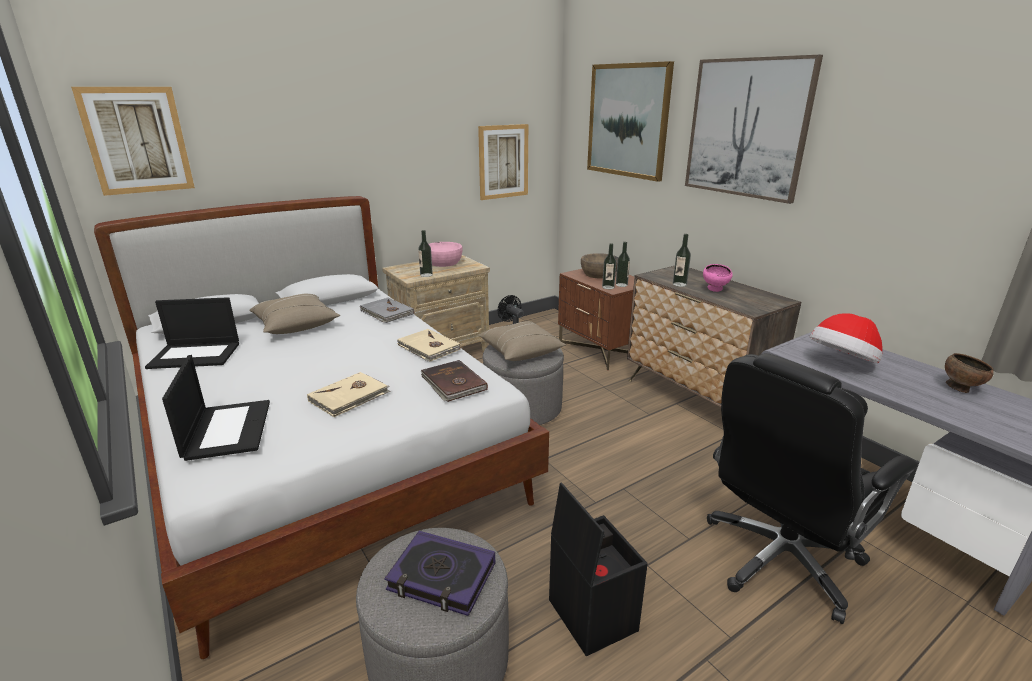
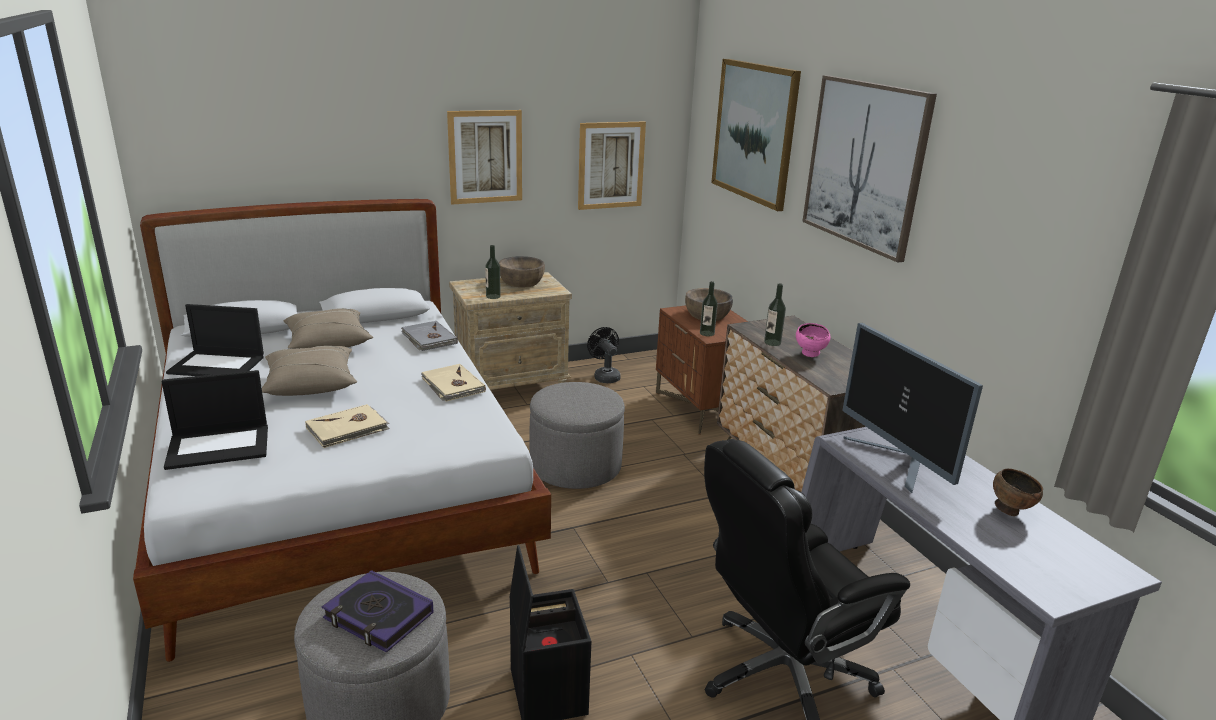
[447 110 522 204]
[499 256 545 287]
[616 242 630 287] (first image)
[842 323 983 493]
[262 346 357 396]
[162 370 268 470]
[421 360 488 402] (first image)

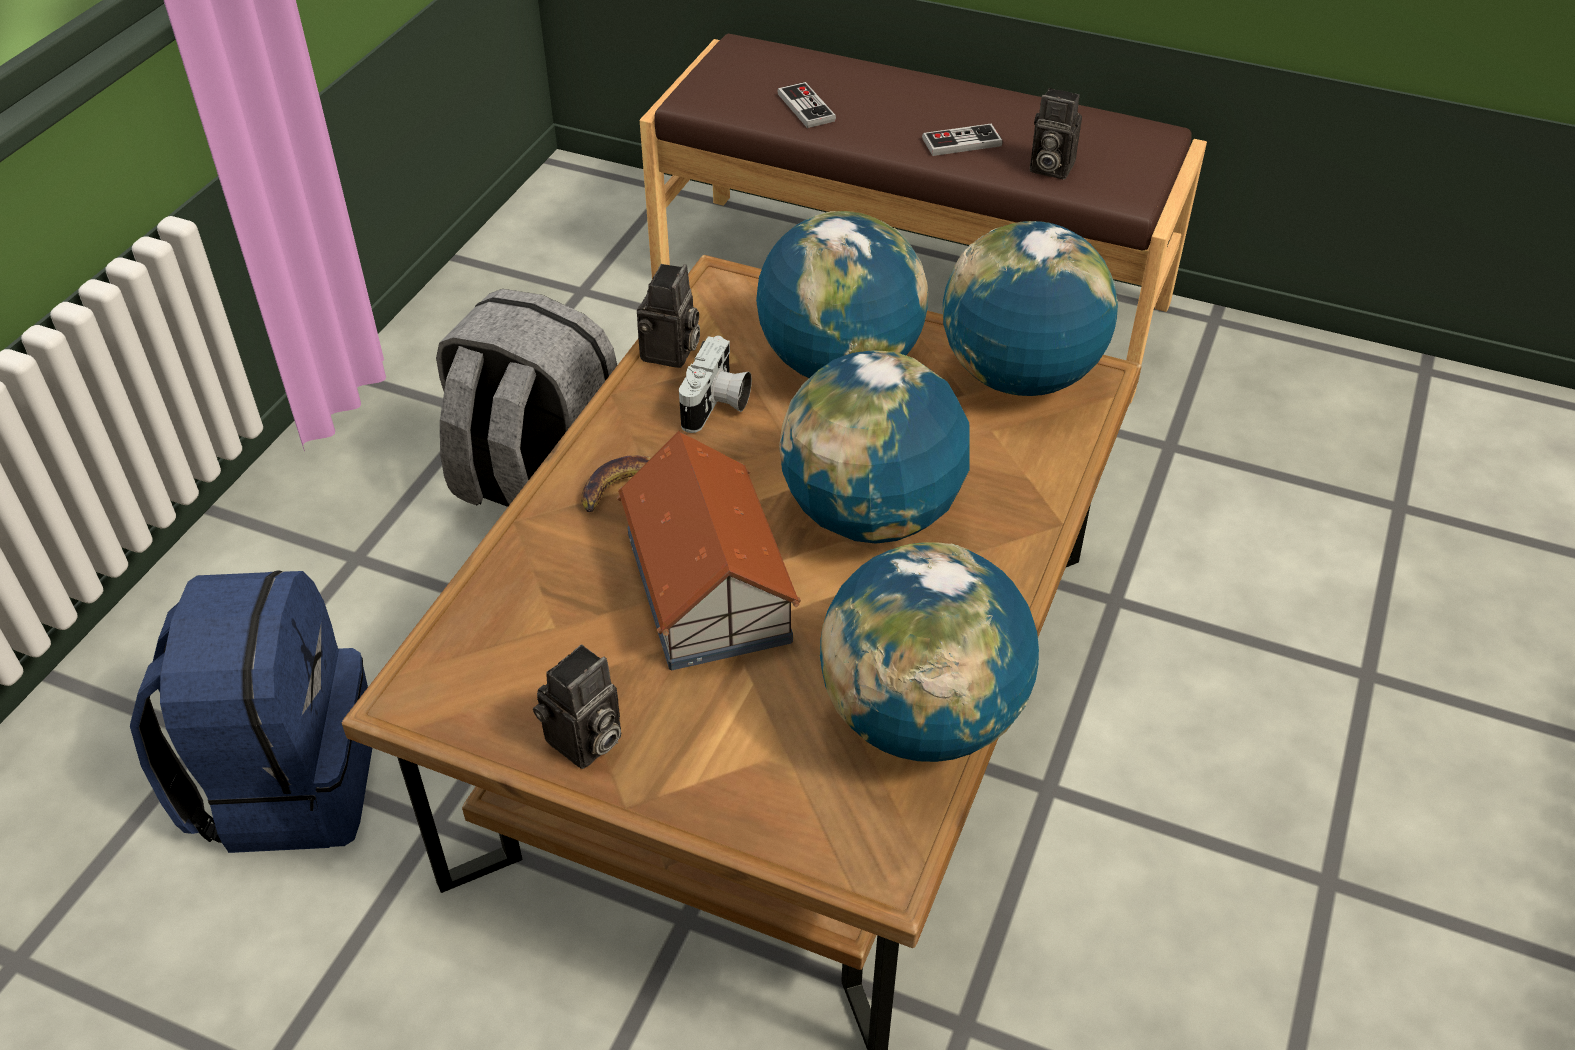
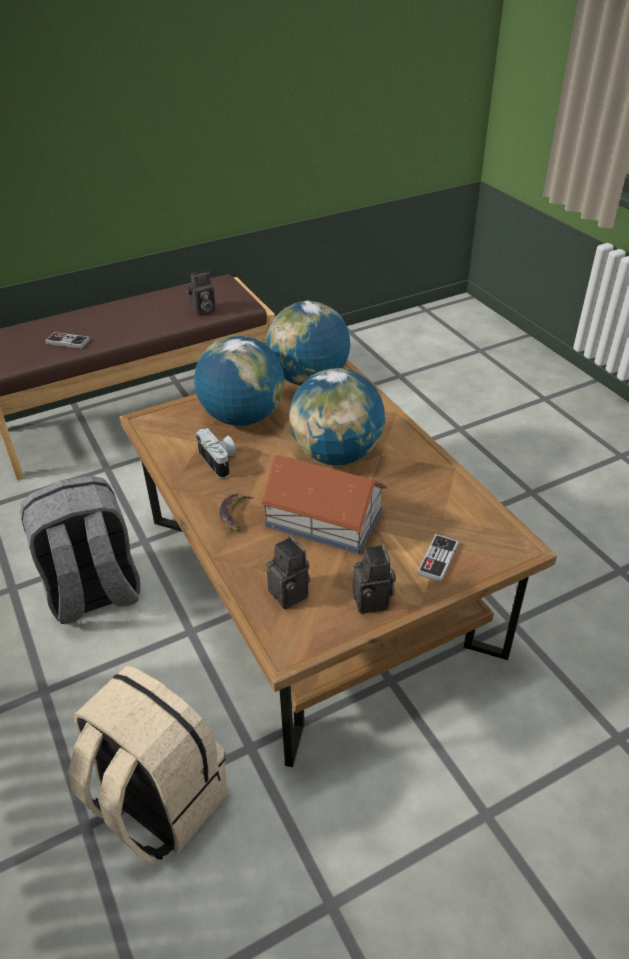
[417 534 459 583]
[267 535 310 609]
[820 542 1039 762] (first image)
[68 666 227 864]

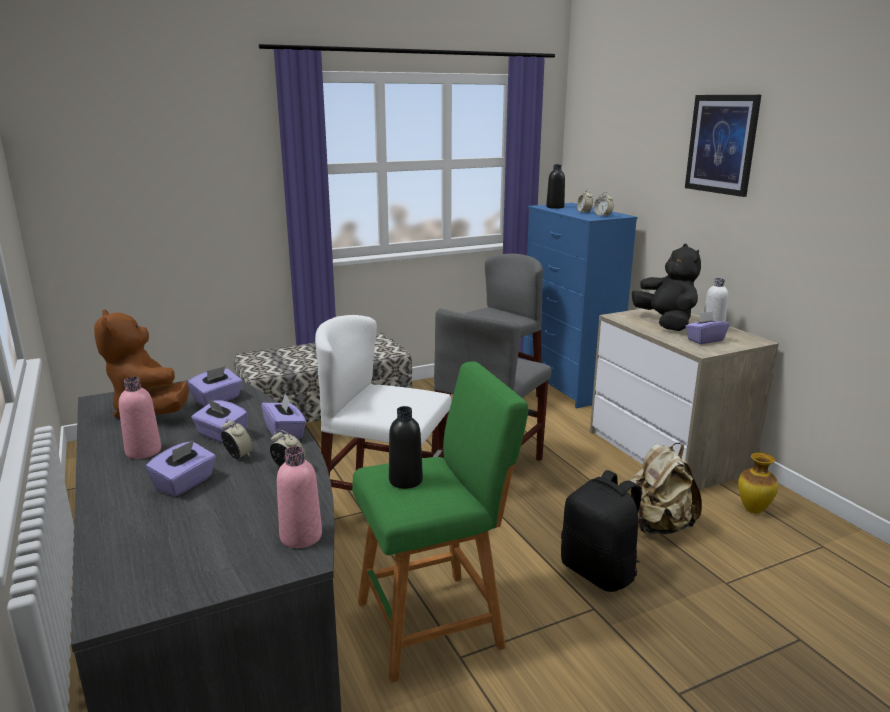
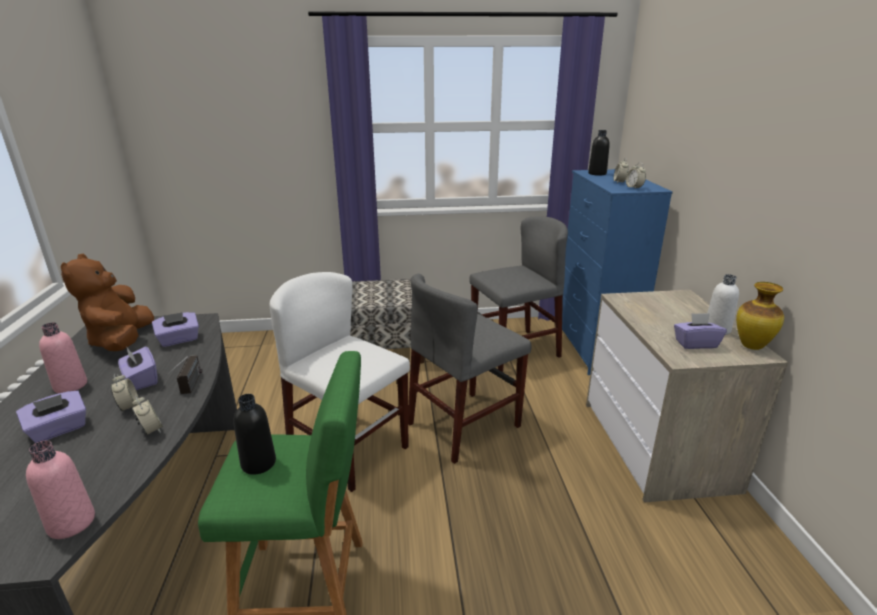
[685 95 761 197] (first image)
[632 244 701 331] (first image)
[166 355 202 394]
[627 443 702 534] (first image)
[736 282 784 350]
[561 470 642 592] (first image)

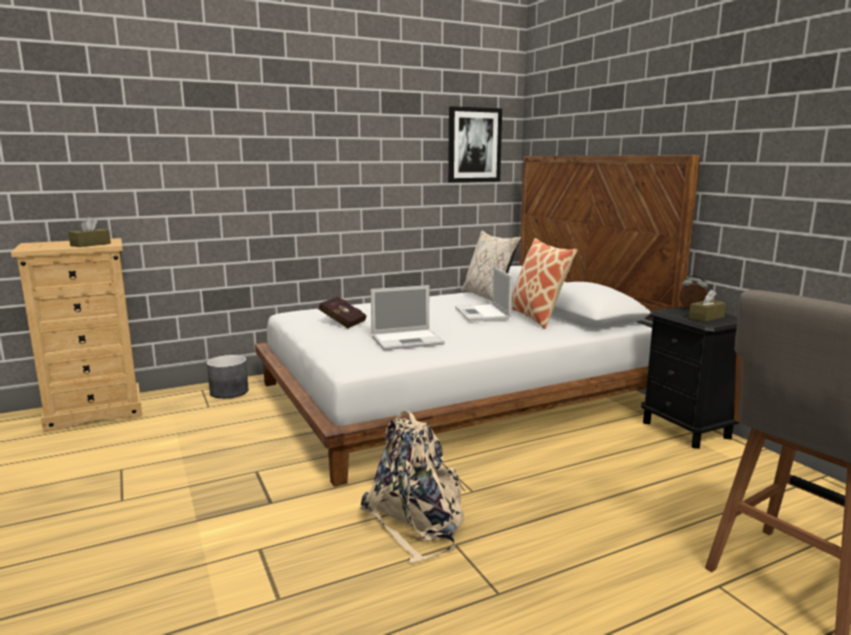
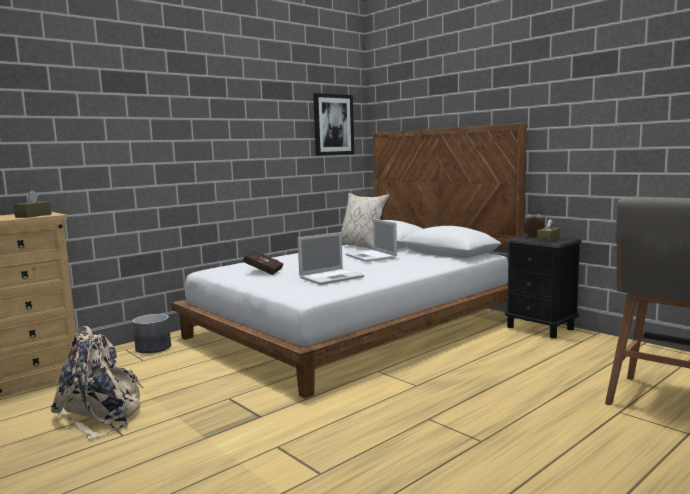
[511 238 577 329] (first image)
[51 326 144 440]

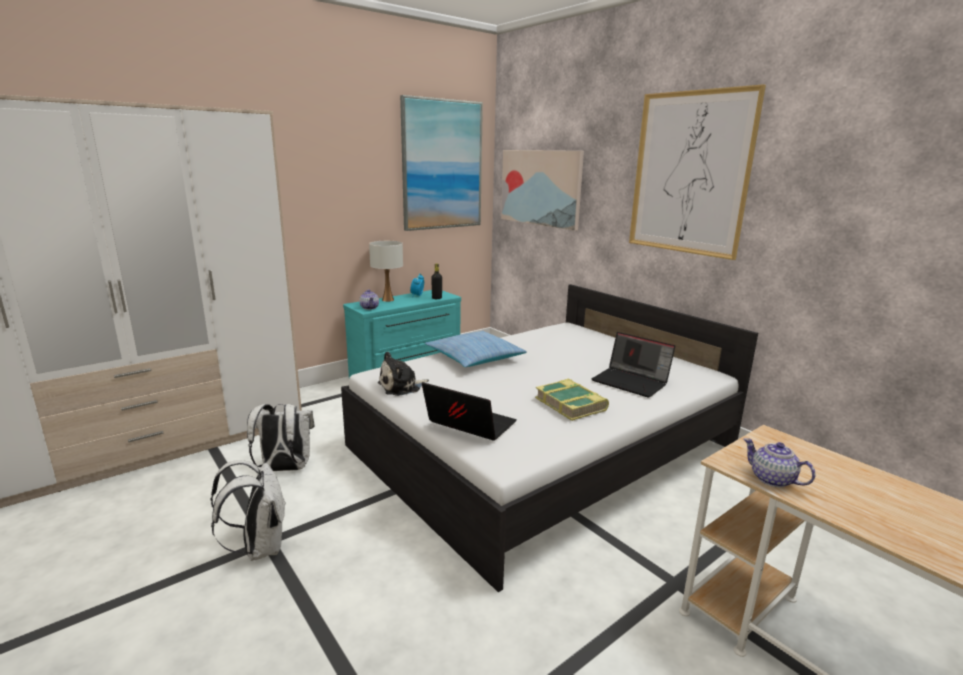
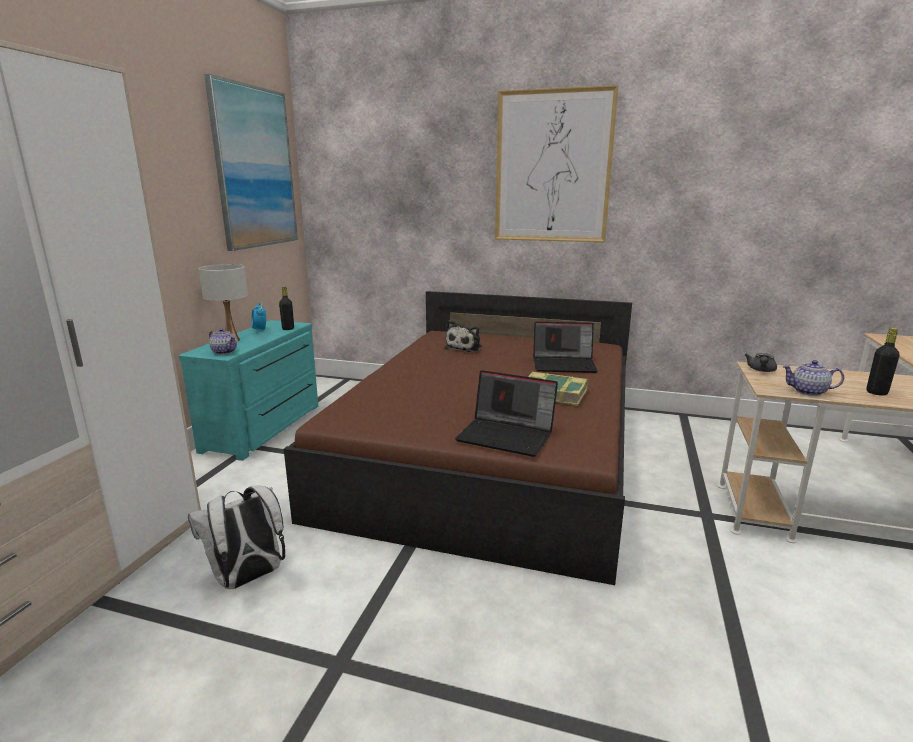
[501 150 584 231] (first image)
[284 291 632 585]
[425 331 527 367] (first image)
[444 320 482 352]
[455 370 558 457]
[210 460 286 561] (first image)
[866 328 900 396]
[745 353 777 372]

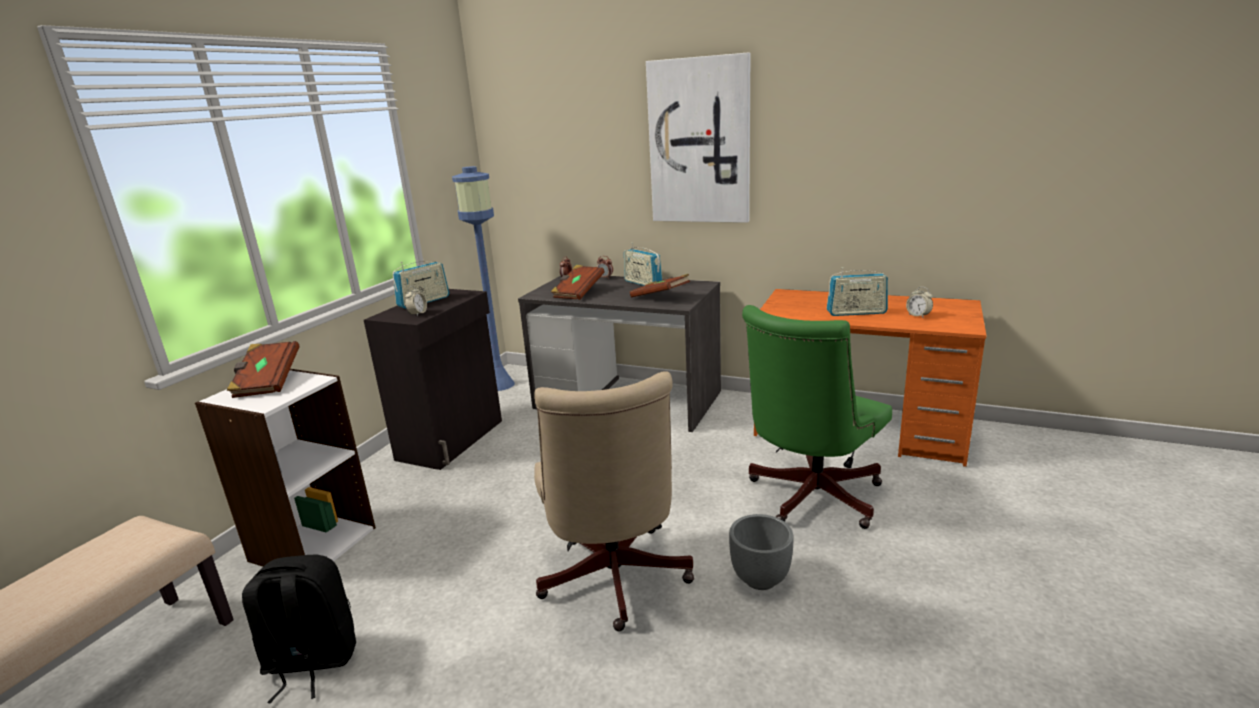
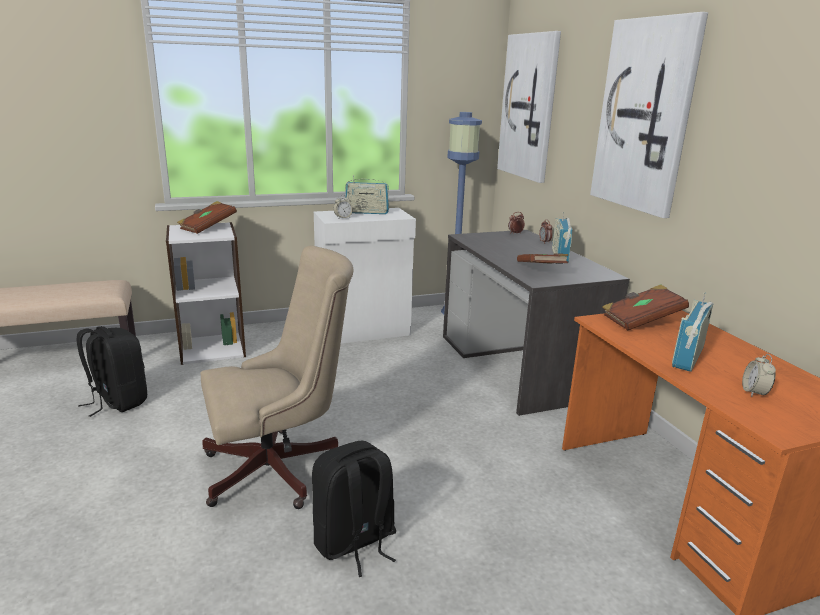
[602 284 689 331]
[672 293 714 372]
[314 208 416 343]
[742 305 892 529] (first image)
[201 246 354 509]
[312 441 396 577]
[497 31 561 183]

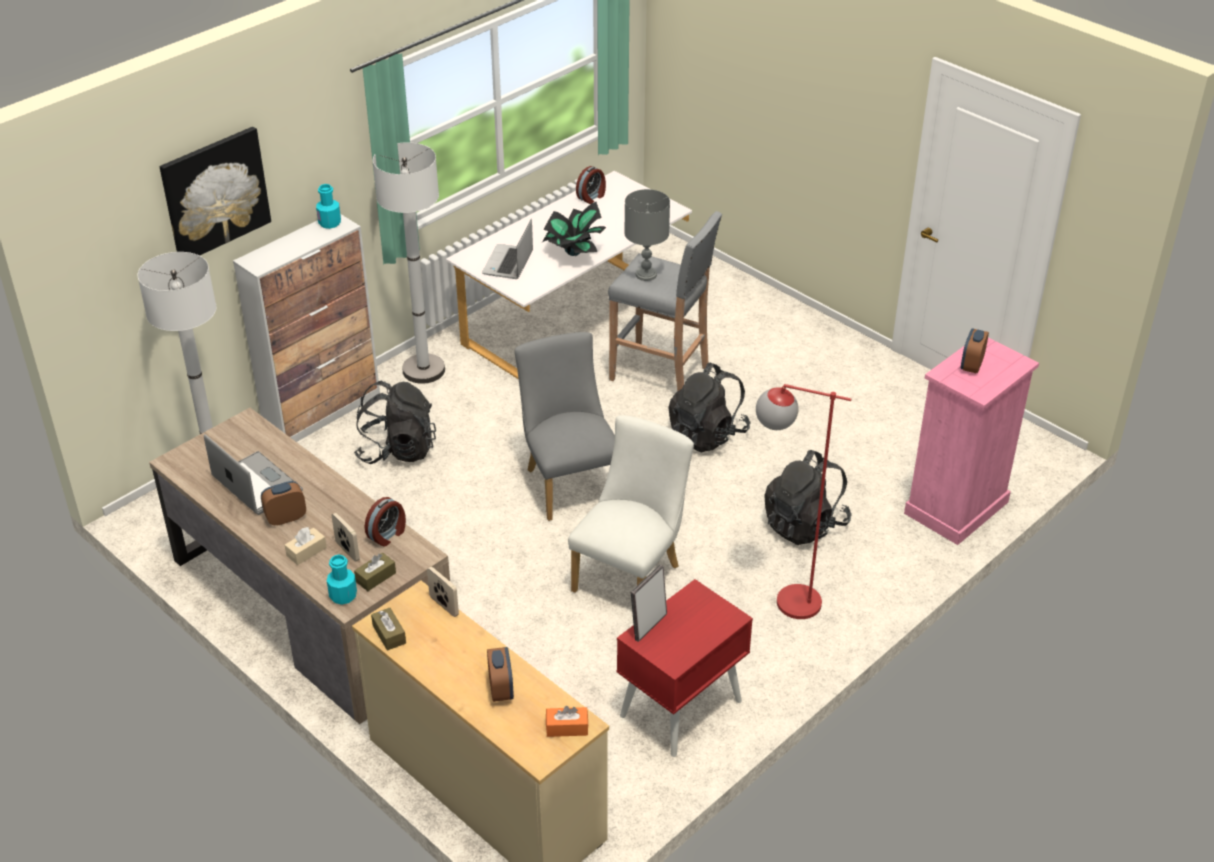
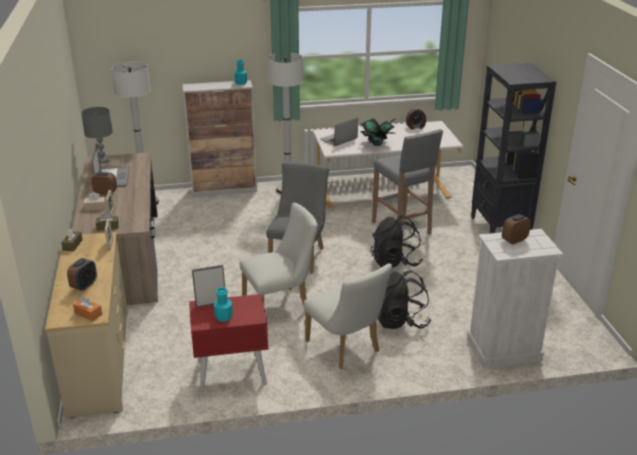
[160 127 271 256] (first image)
[81 107 113 163]
[467 229 563 368]
[354 380 436 464] (first image)
[304 263 392 369]
[365 497 406 547] (first image)
[214 287 233 322]
[471 63 556 234]

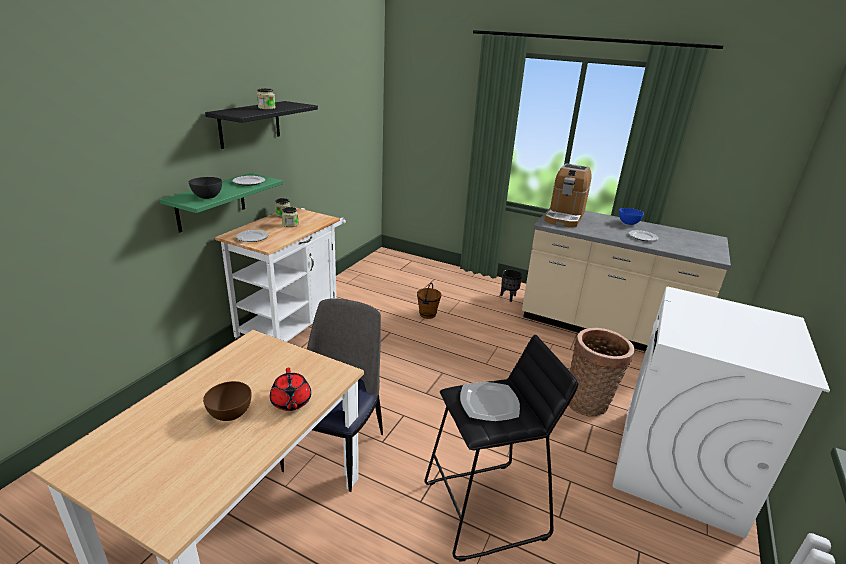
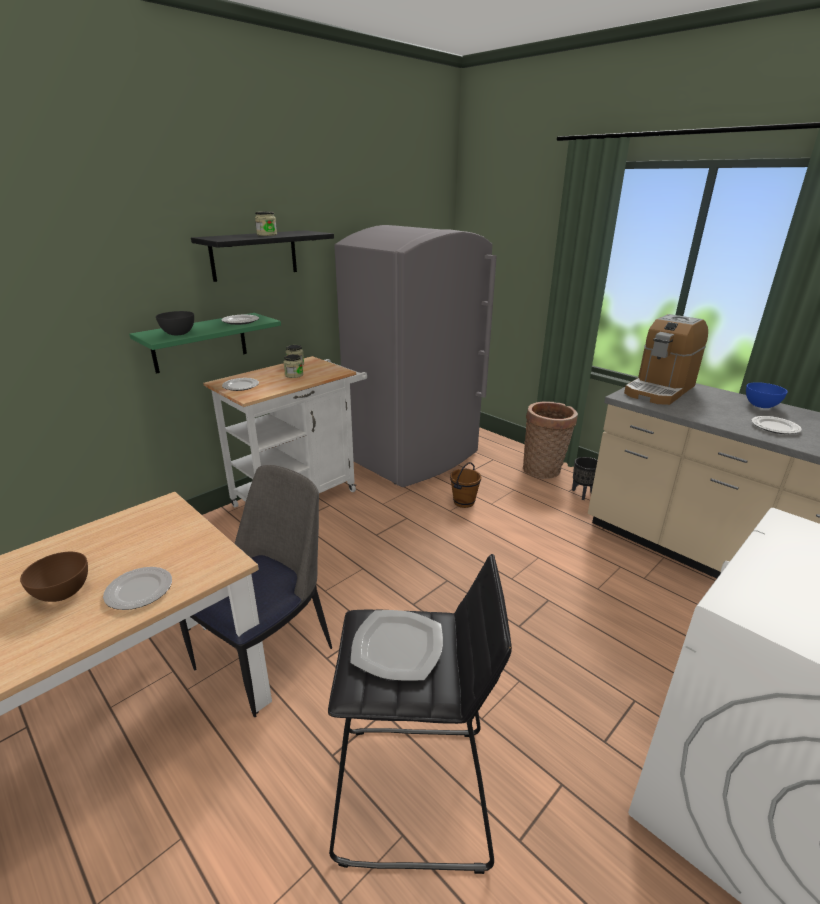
[523 402 578 479]
[103 567 172 610]
[334 225 497 487]

